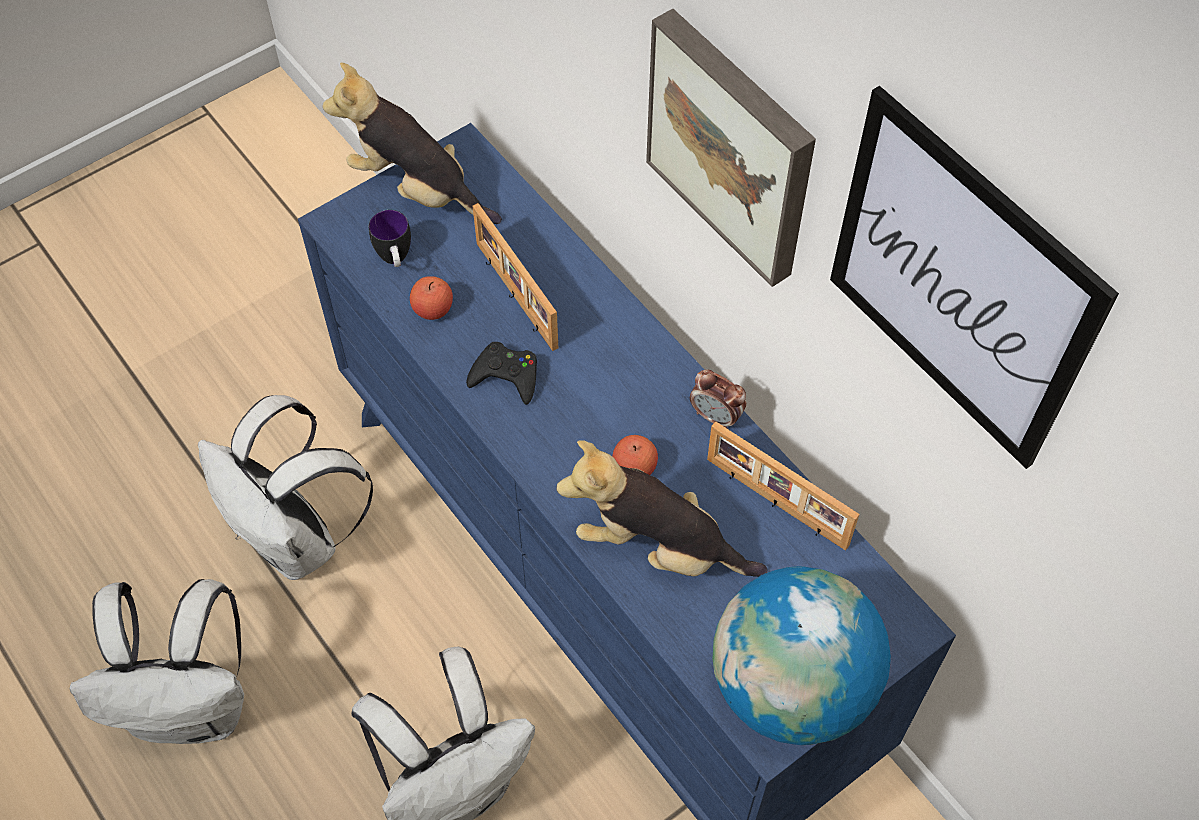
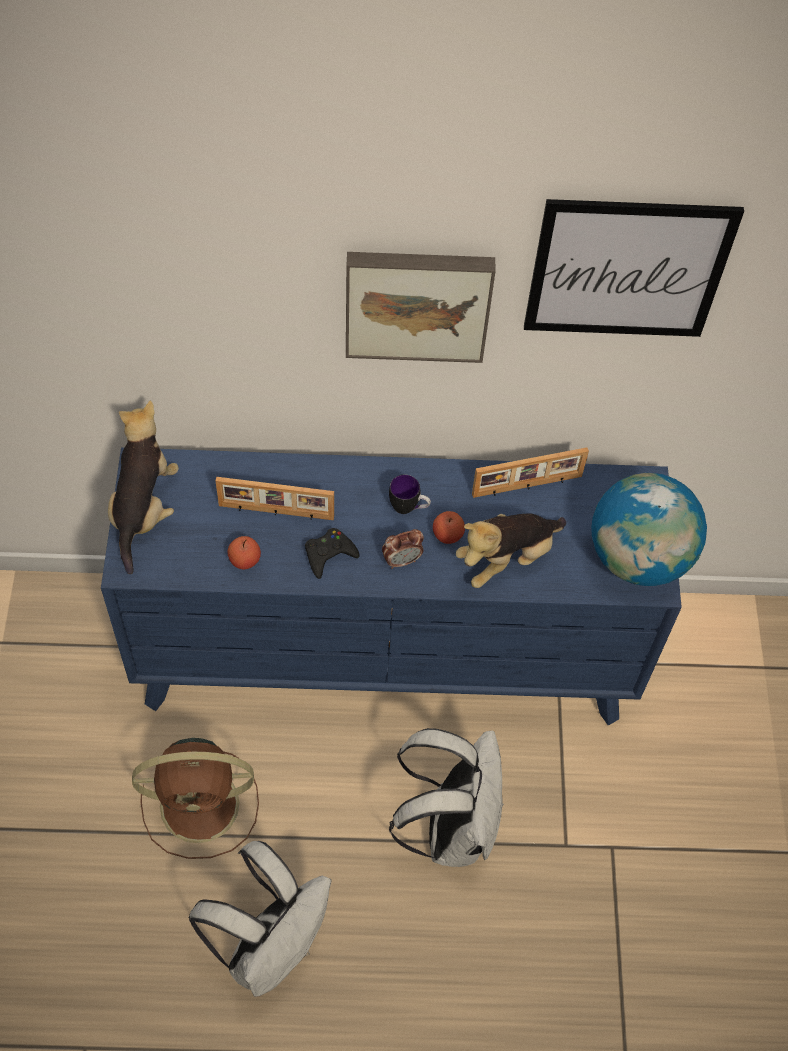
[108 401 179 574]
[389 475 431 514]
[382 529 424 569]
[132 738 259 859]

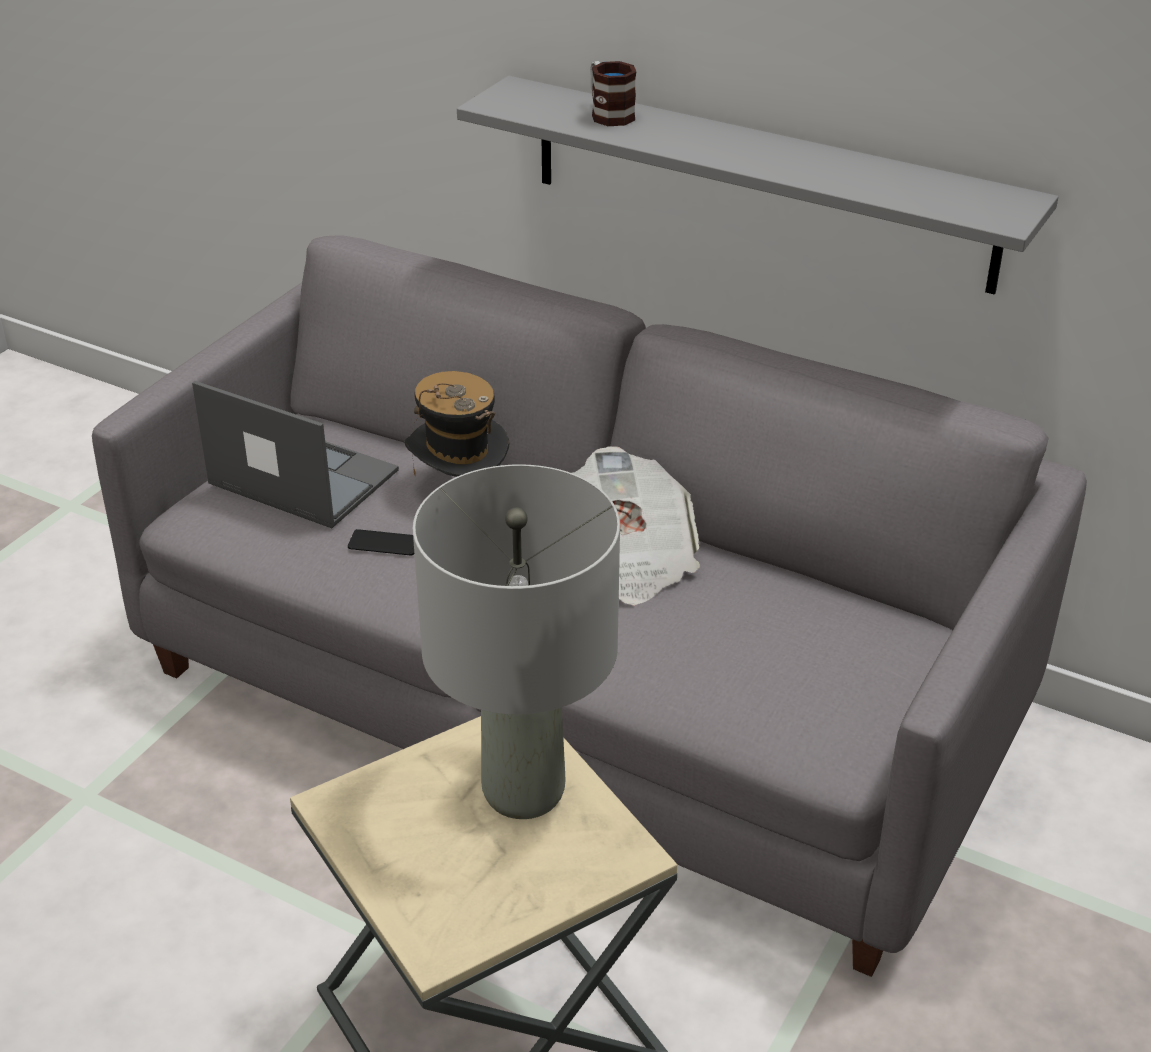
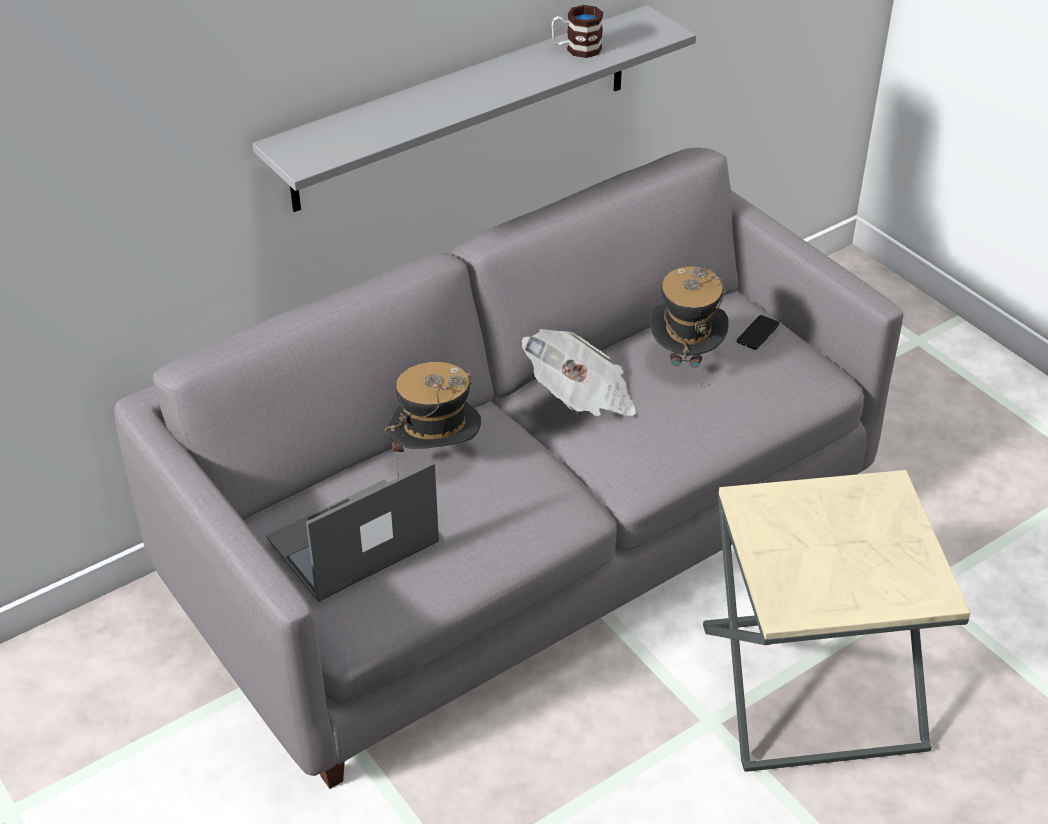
[551 5 603 58]
[413 464 620 819] (first image)
[737 315 779 350]
[650 266 729 386]

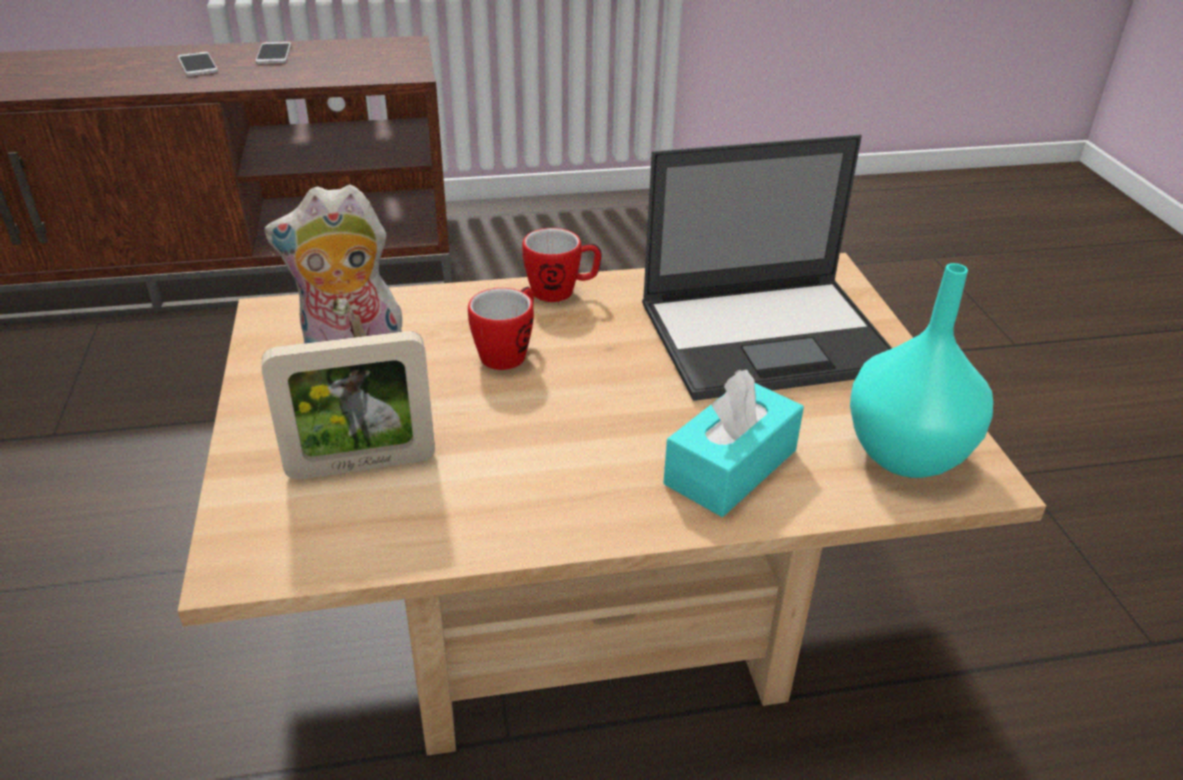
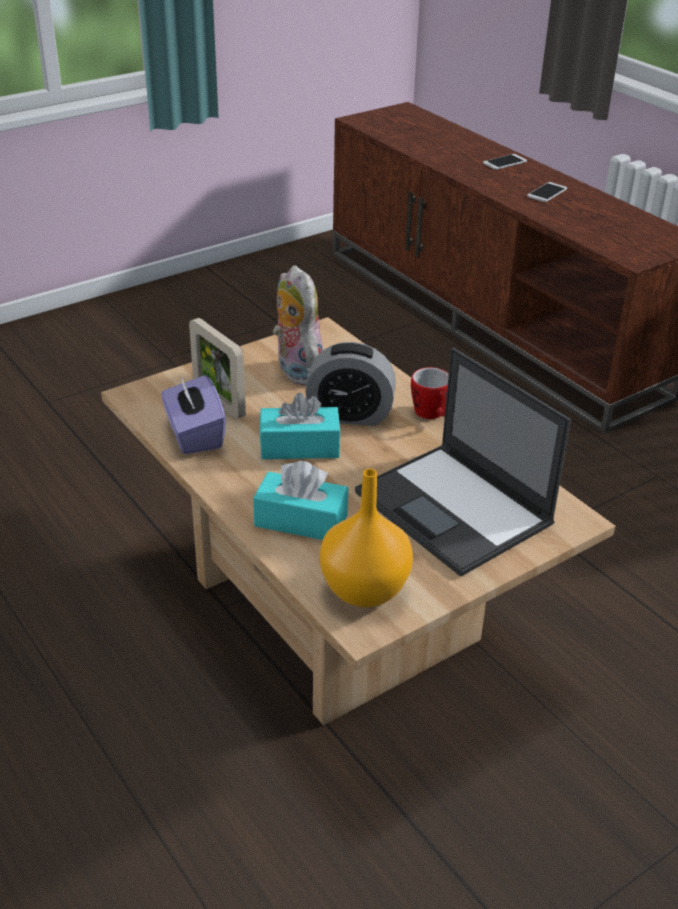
[483 154 527 170]
[320 469 413 607]
[305 342 396 426]
[161 375 226 454]
[260 393 341 459]

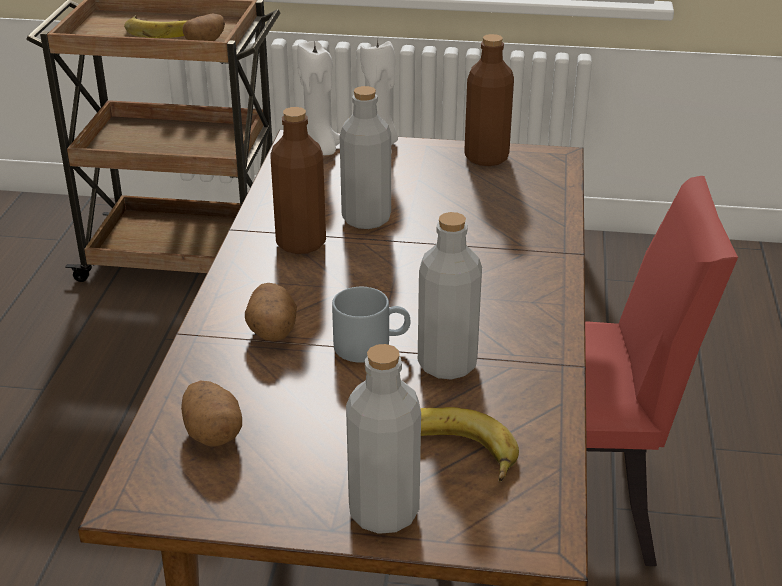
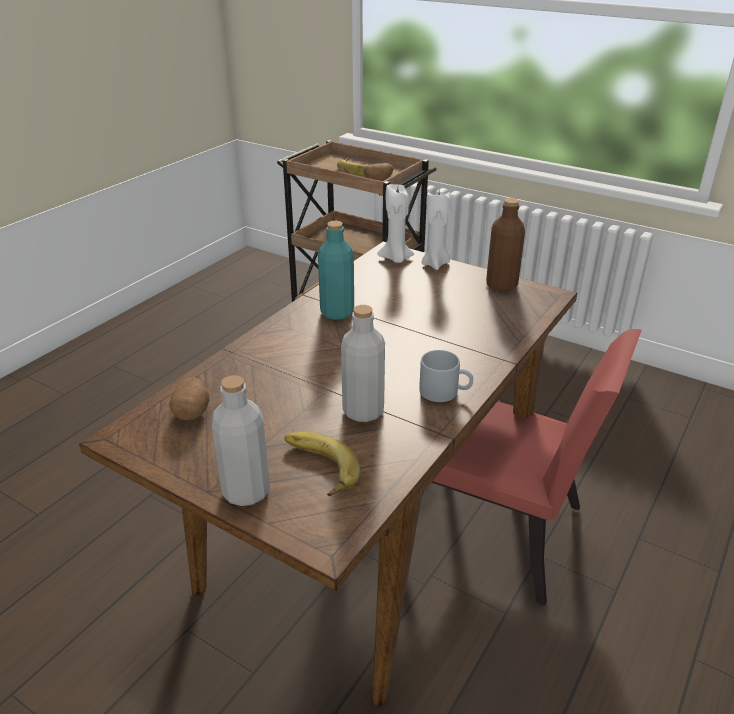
[340 86 391 229] (first image)
[318 221 354 320]
[245 283 297 341] (first image)
[419 350 473 402]

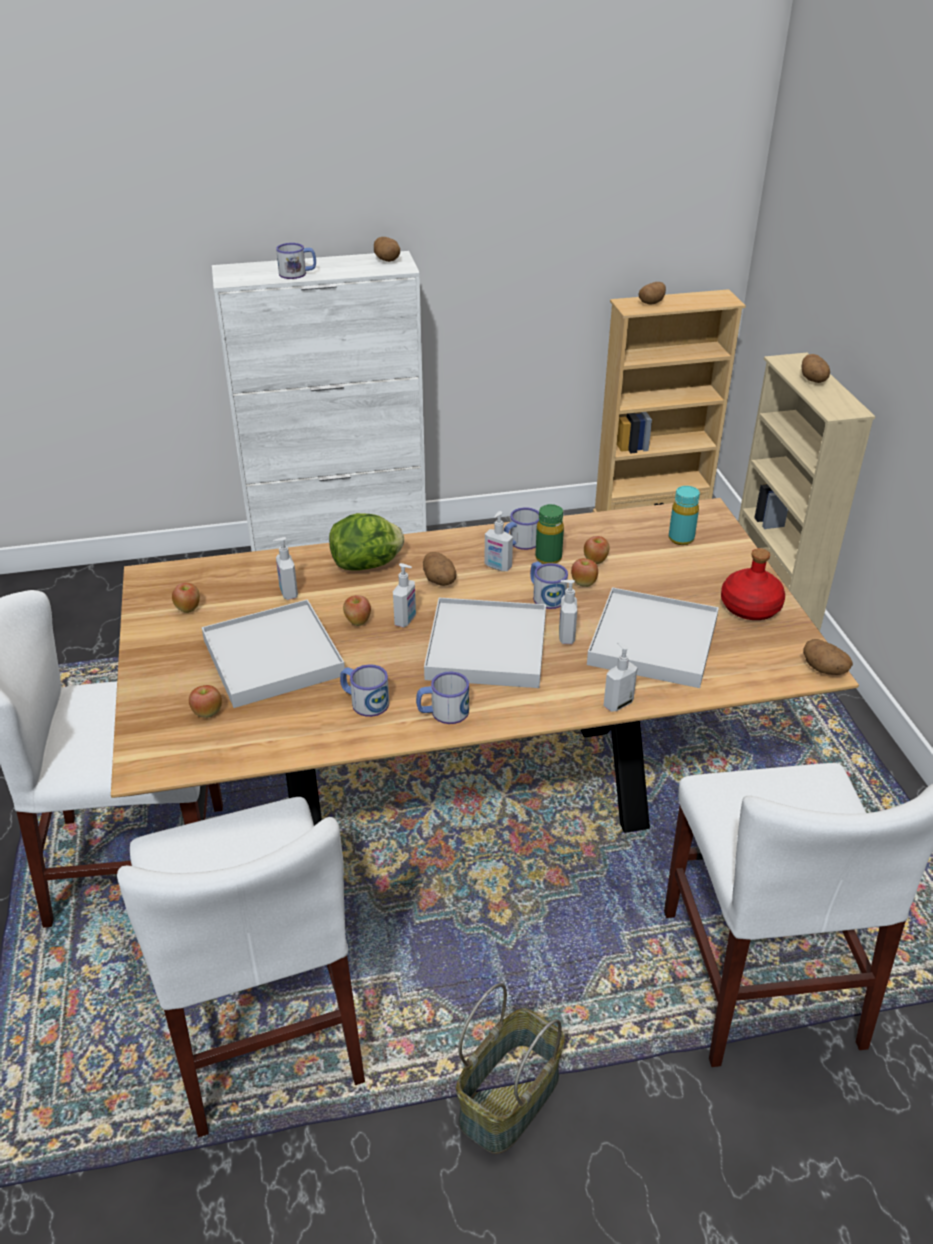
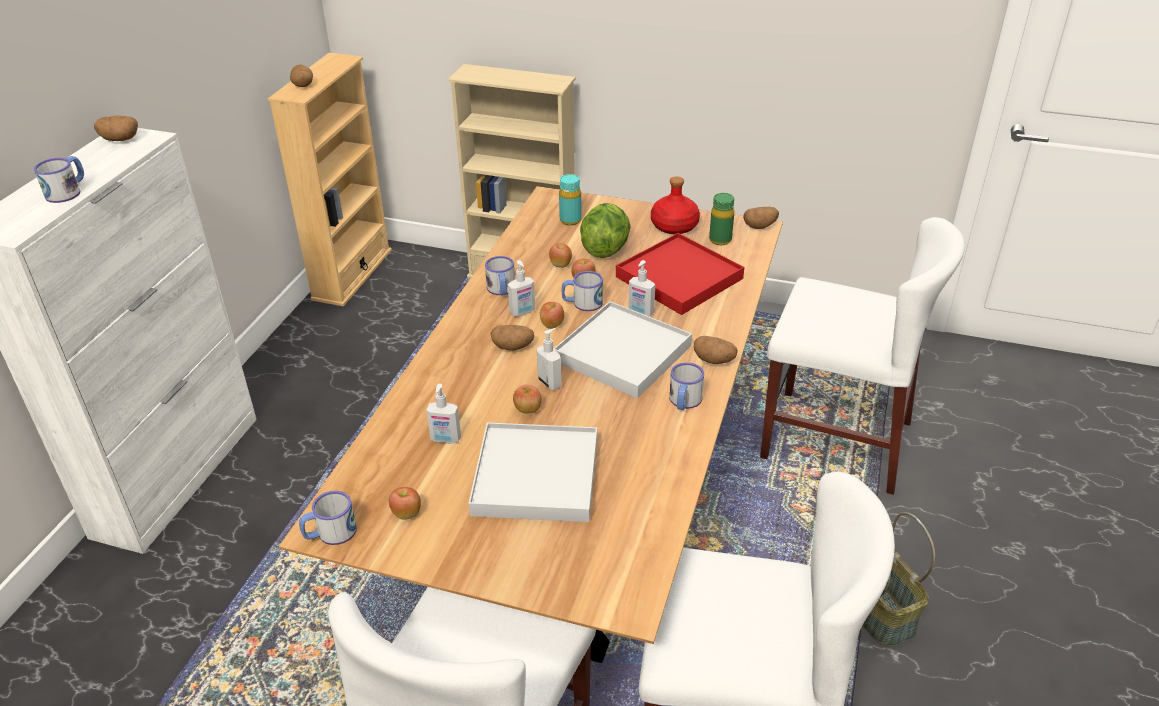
[694 336 738 364]
[709 193 734 245]
[580 203 631 258]
[616 233 744 315]
[603 642 637 712] (first image)
[299 491 357 545]
[540 302 564 329]

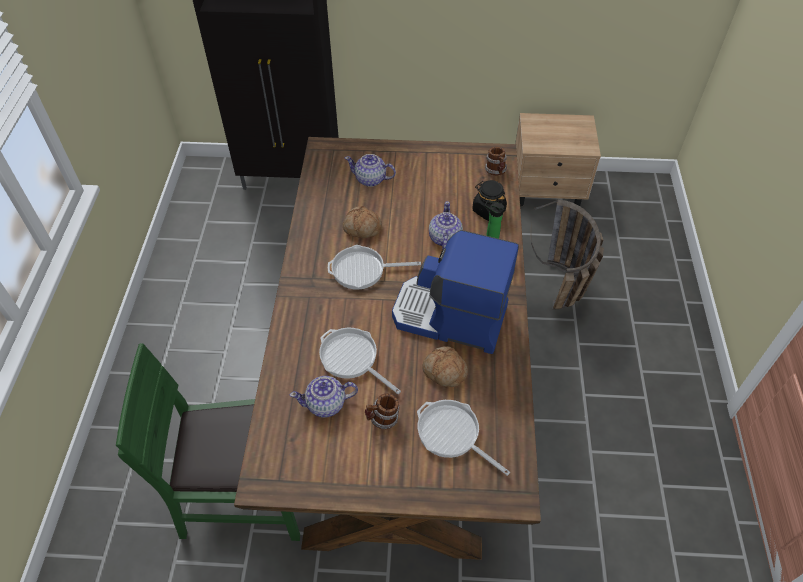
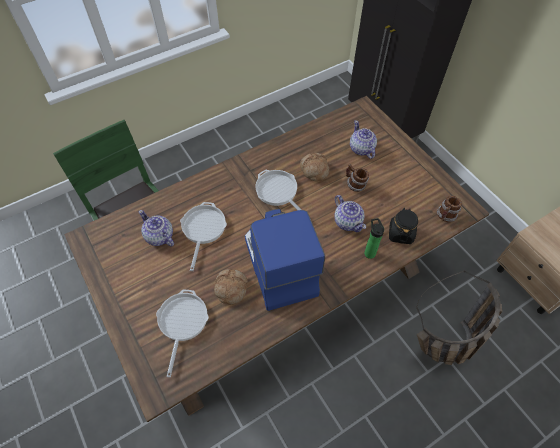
[334 195 366 232]
[346 164 369 192]

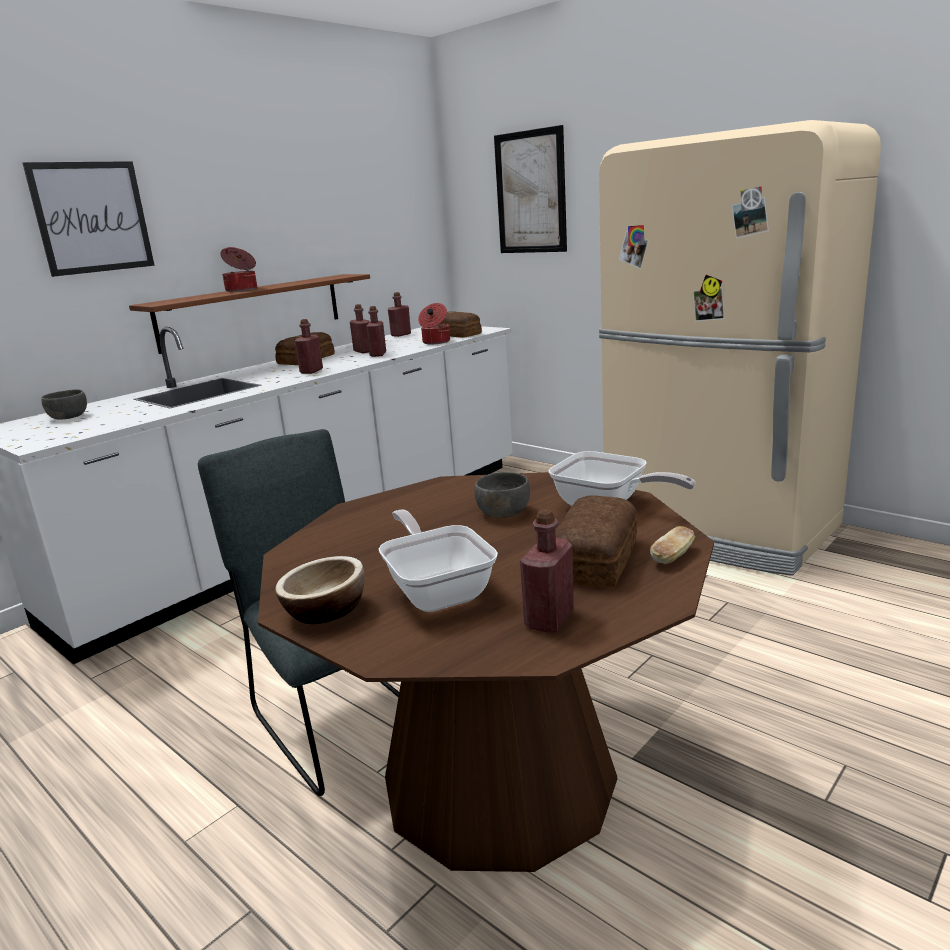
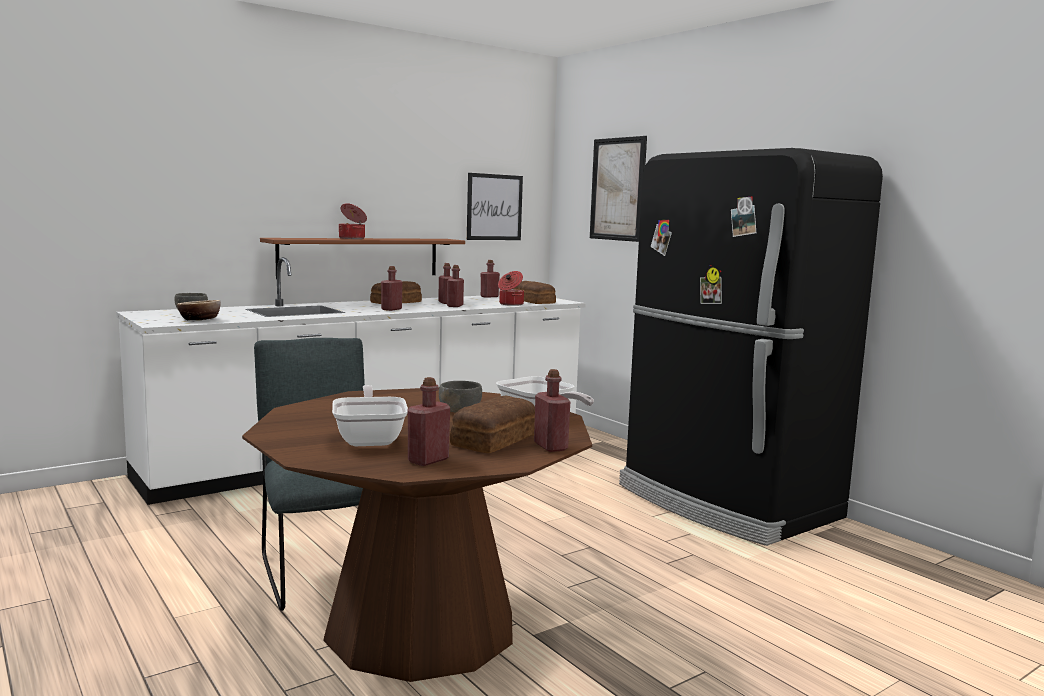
[619 148 883 546]
[467 173 523 240]
[534 369 570 452]
[177 300 220 320]

